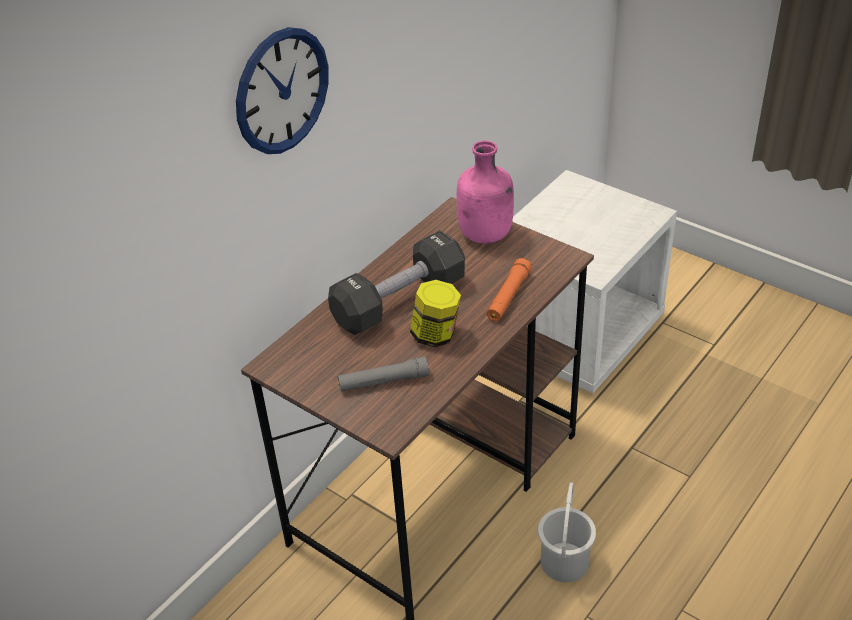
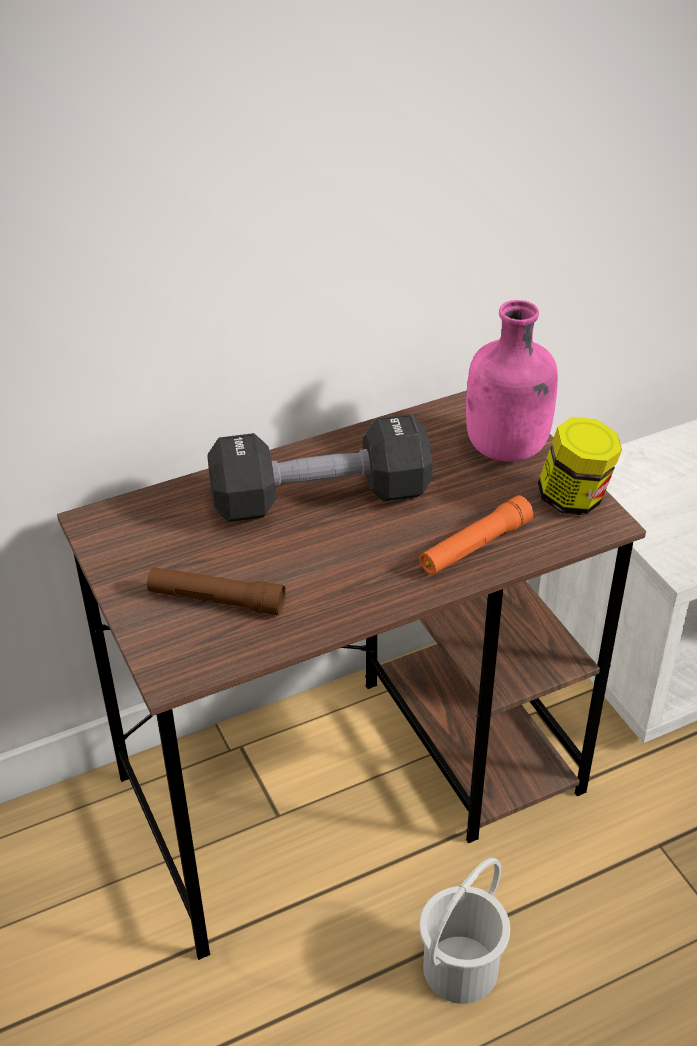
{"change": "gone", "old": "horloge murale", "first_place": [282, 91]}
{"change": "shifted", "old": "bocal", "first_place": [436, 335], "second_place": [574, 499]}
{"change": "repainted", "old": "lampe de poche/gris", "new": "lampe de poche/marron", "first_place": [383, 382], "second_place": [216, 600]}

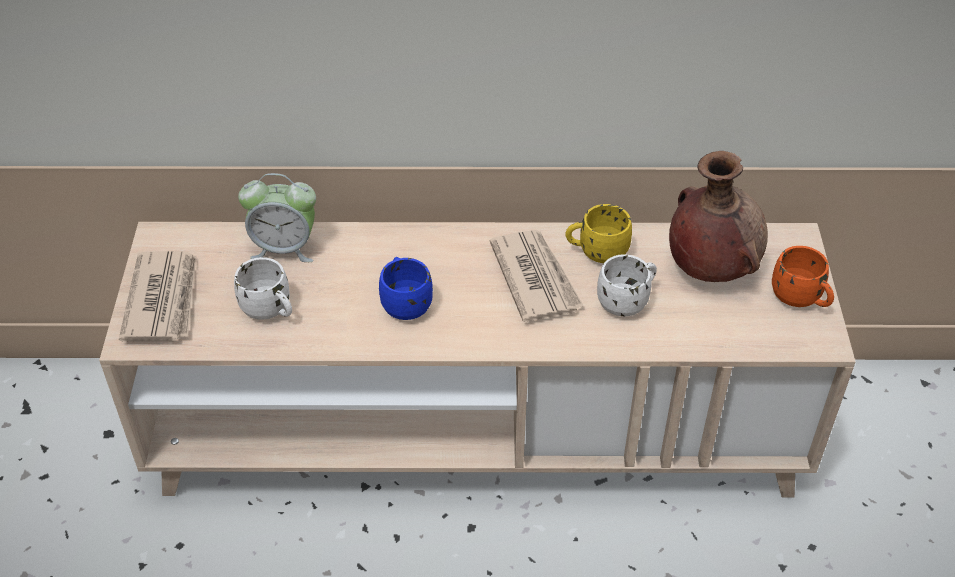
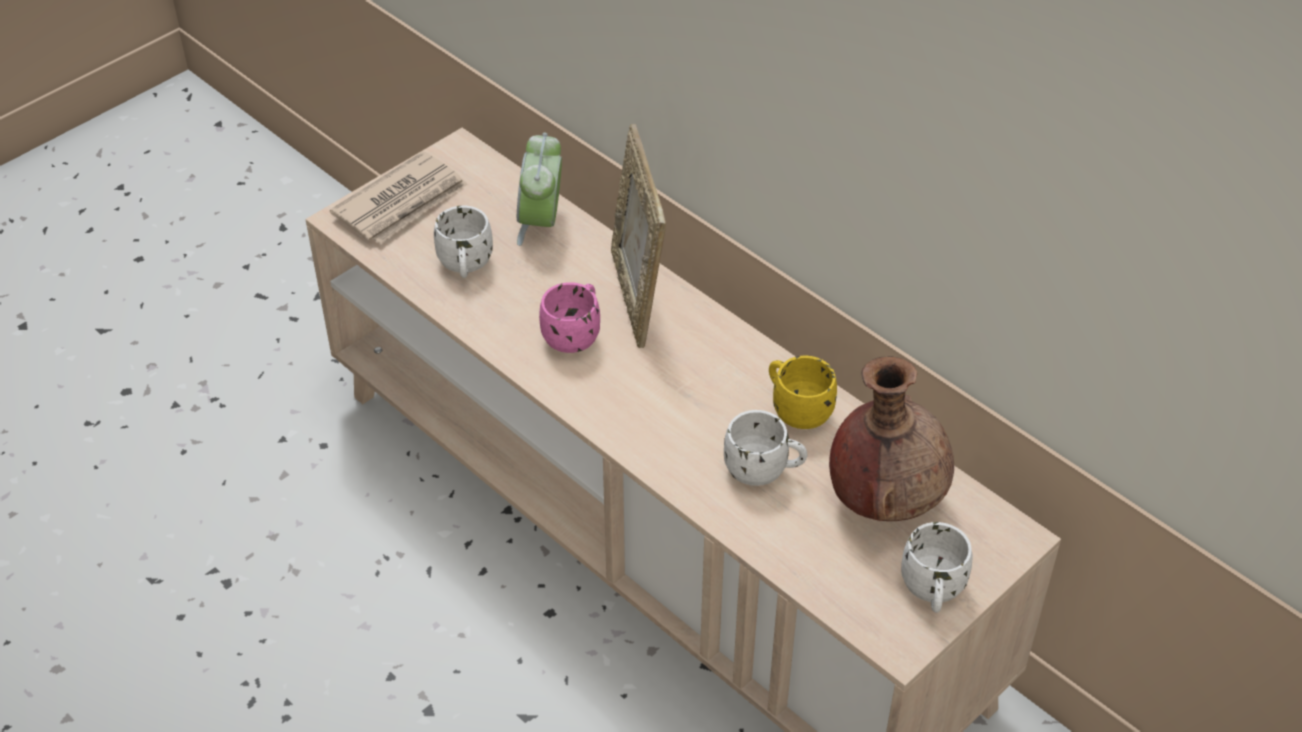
{"change": "rotated", "old": "réveil", "first_place": [284, 247], "second_place": [541, 223], "degrees": 45}
{"change": "gone", "old": "journal", "first_place": [535, 278]}
{"change": "repainted", "old": "mug/orange", "new": "mug/blanc", "first_place": [800, 299], "second_place": [932, 592]}
{"change": "repainted", "old": "mug/bleu", "new": "mug/rose", "first_place": [405, 302], "second_place": [575, 334]}
{"change": "new", "new": "cadre photo", "second_place": [637, 296]}

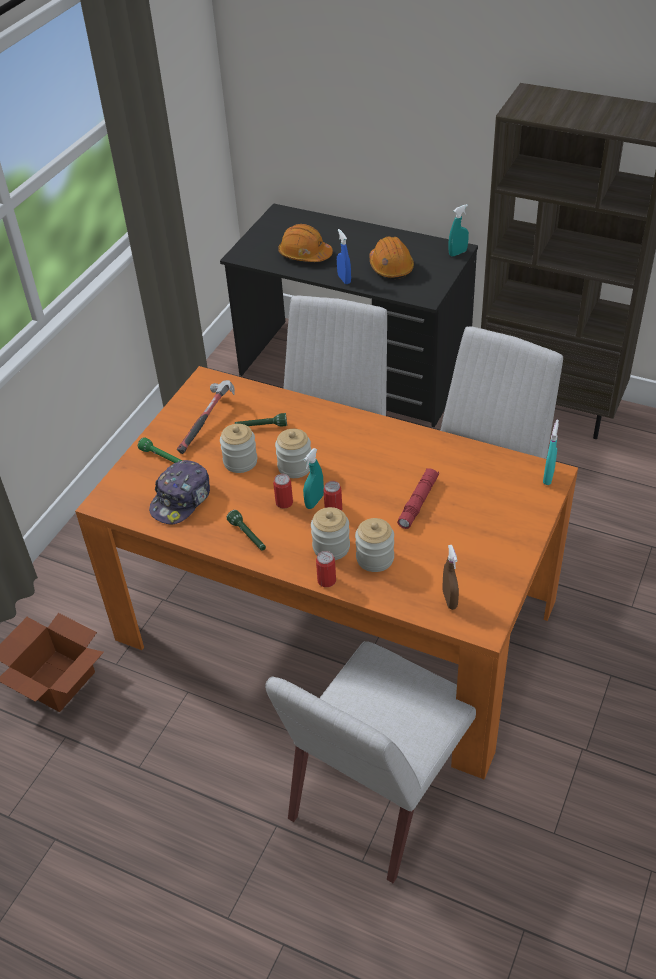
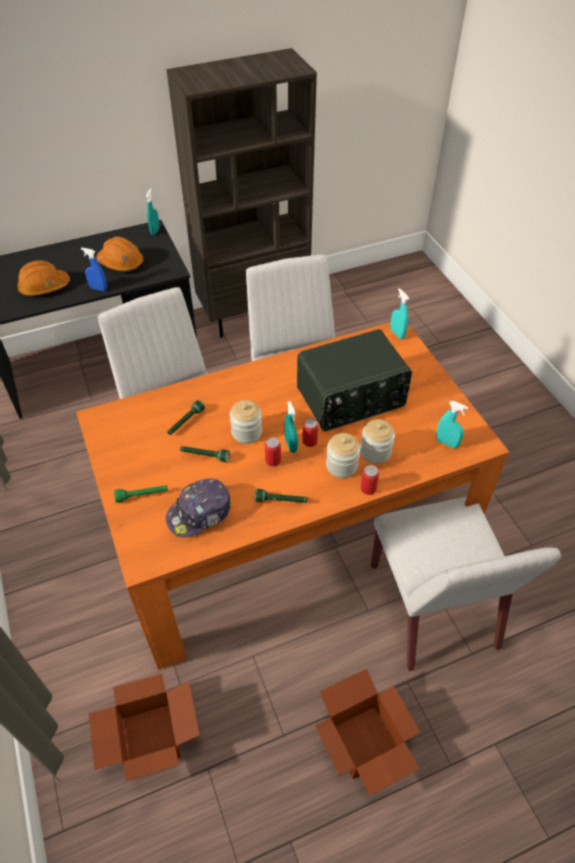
{"change": "gone", "old": "marteau", "first_place": [208, 422]}
{"change": "swapped", "old": "bocal", "new": "lampe de poche/vert", "first_place": [240, 461], "second_place": [204, 456]}
{"change": "rotated", "old": "casquette", "first_place": [182, 500], "second_place": [200, 513], "degrees": 75}
{"change": "swapped", "old": "lampe de poche/rouge", "new": "radio", "first_place": [418, 502], "second_place": [351, 399]}
{"change": "repainted", "old": "vaporisateur/marron", "new": "vaporisateur/turquoise", "first_place": [449, 600], "second_place": [447, 443]}
{"change": "new", "new": "carton", "second_place": [363, 744]}

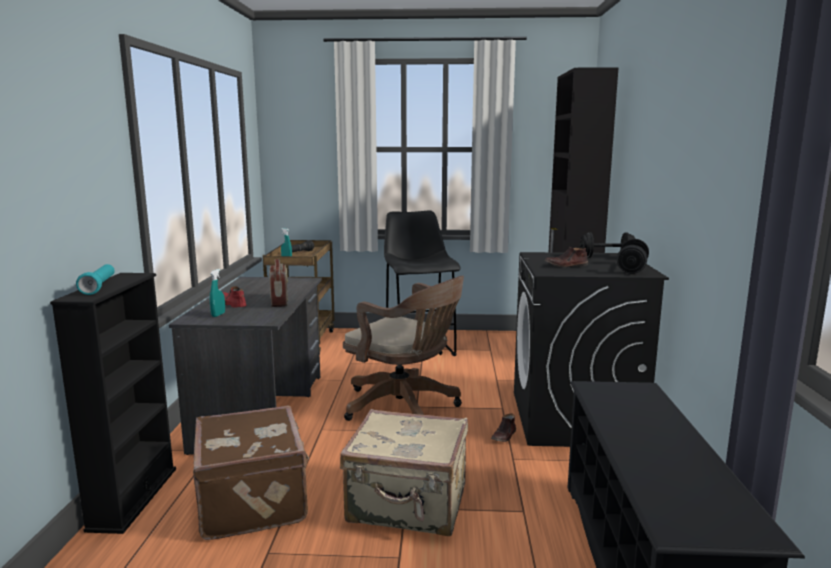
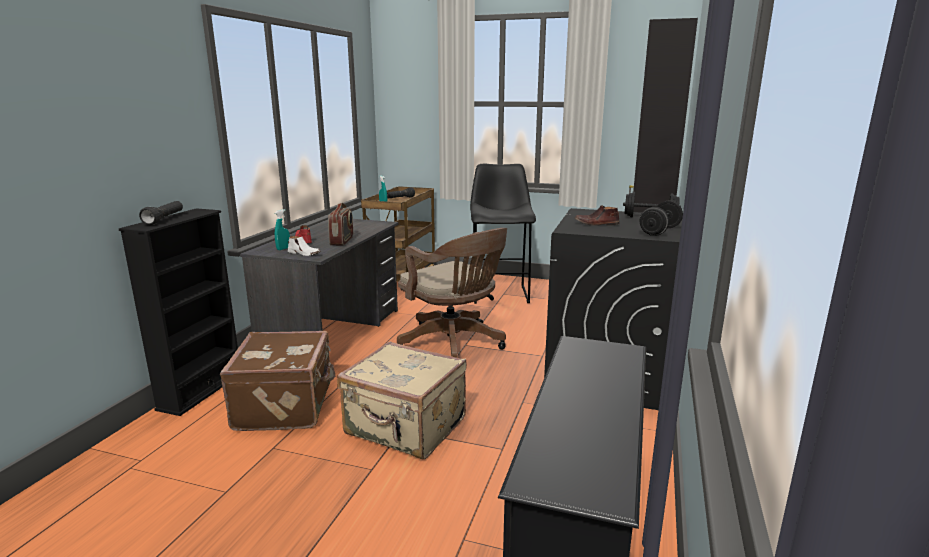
{"change": "repainted", "old": "lampe de poche/turquoise", "new": "lampe de poche/noir", "first_place": [99, 287], "second_place": [164, 219]}
{"change": "gone", "old": "chaussure/marron", "first_place": [504, 436]}
{"change": "new", "new": "chaussure/blanc", "second_place": [304, 254]}

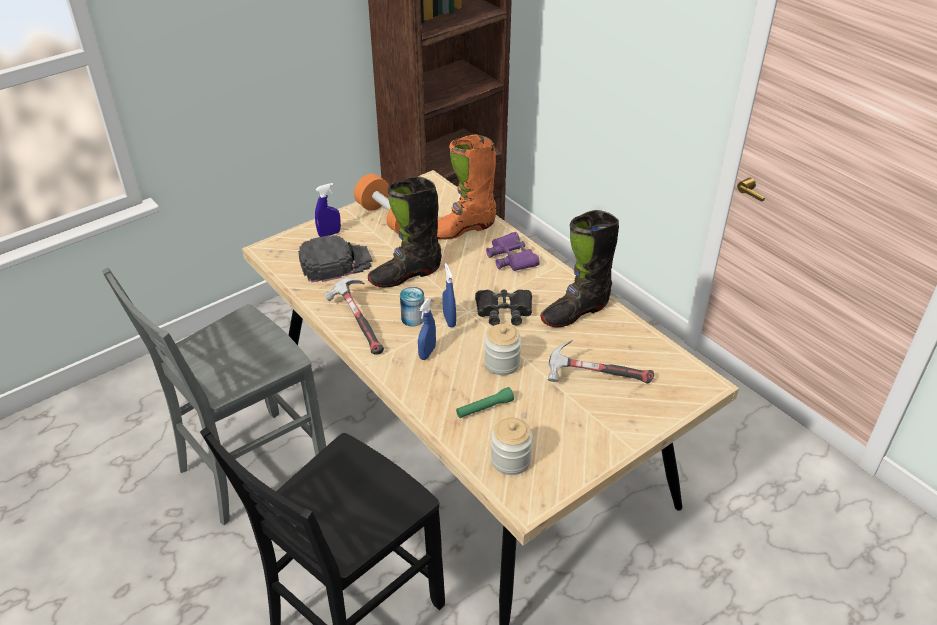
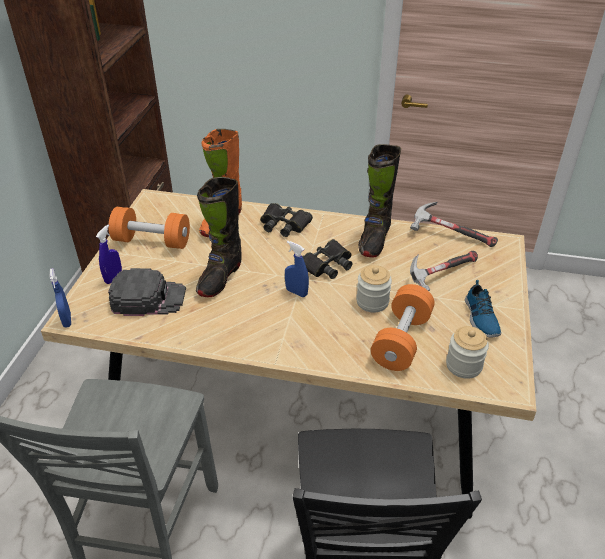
{"change": "repainted", "old": "jumelles/violet", "new": "jumelles/noir", "first_place": [511, 257], "second_place": [284, 224]}
{"change": "rotated", "old": "casquette/noir", "first_place": [335, 263], "second_place": [148, 298], "degrees": 60}
{"change": "shifted", "old": "marteau", "first_place": [358, 323], "second_place": [450, 235]}
{"change": "gone", "old": "boîte métallique", "first_place": [413, 318]}
{"change": "shifted", "old": "vaporisateur/bleu", "first_place": [427, 353], "second_place": [67, 320]}
{"change": "swapped", "old": "lampe de poche/vert", "new": "haltère/orange", "first_place": [484, 408], "second_place": [401, 340]}
{"change": "new", "new": "chaussure", "second_place": [480, 318]}

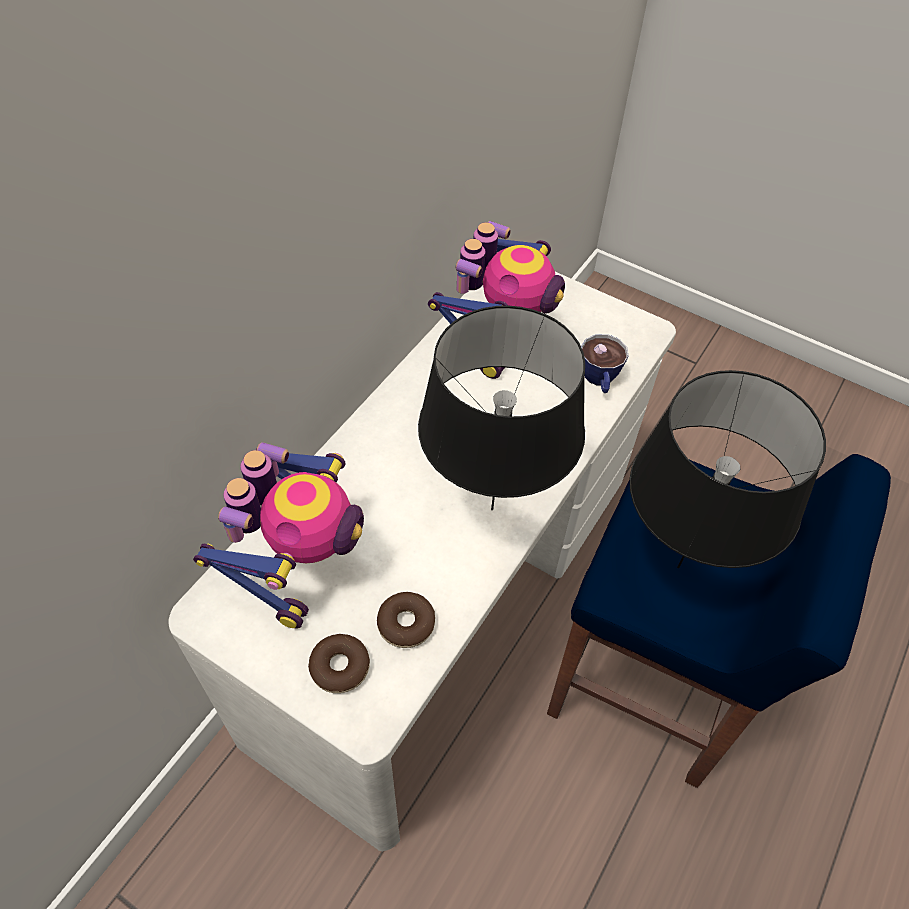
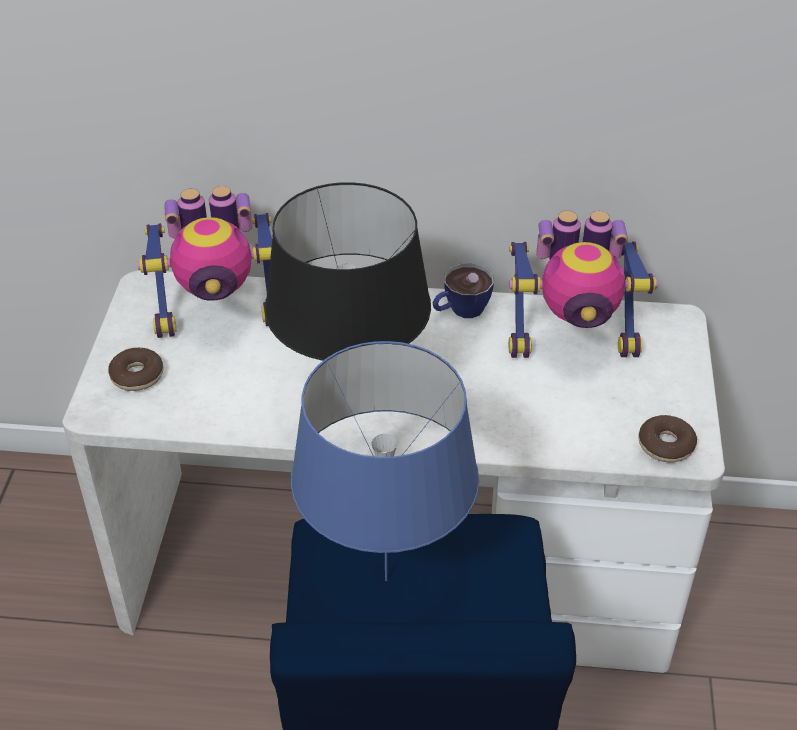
{"change": "shifted", "old": "tasse", "first_place": [599, 380], "second_place": [460, 310]}
{"change": "repainted", "old": "lampe de table/noir", "new": "lampe de table/bleu", "first_place": [677, 567], "second_place": [386, 579]}
{"change": "shifted", "old": "beignet", "first_place": [406, 624], "second_place": [666, 445]}

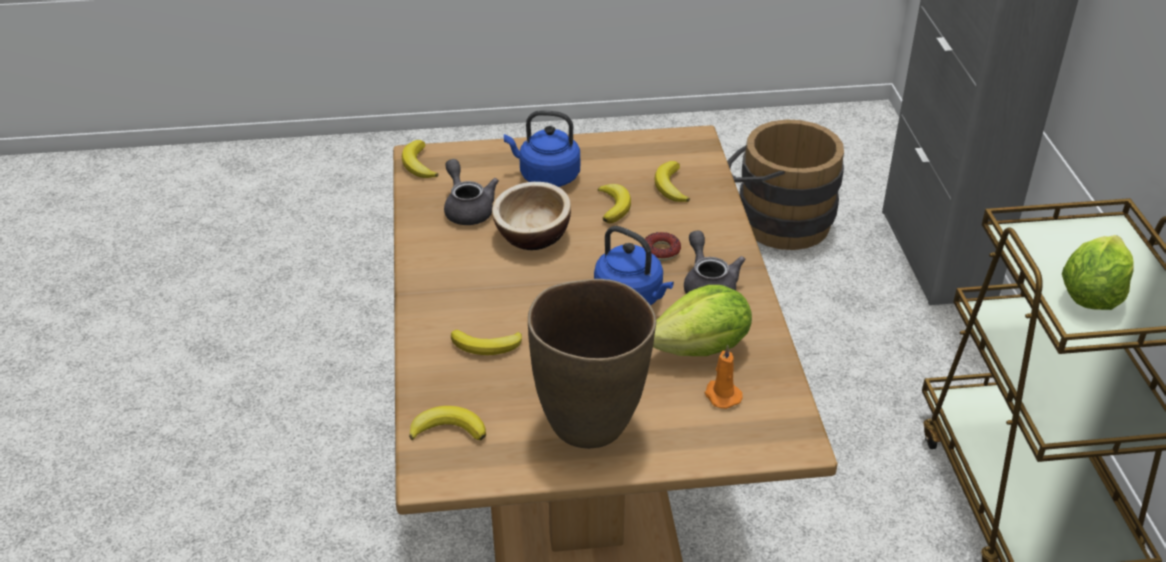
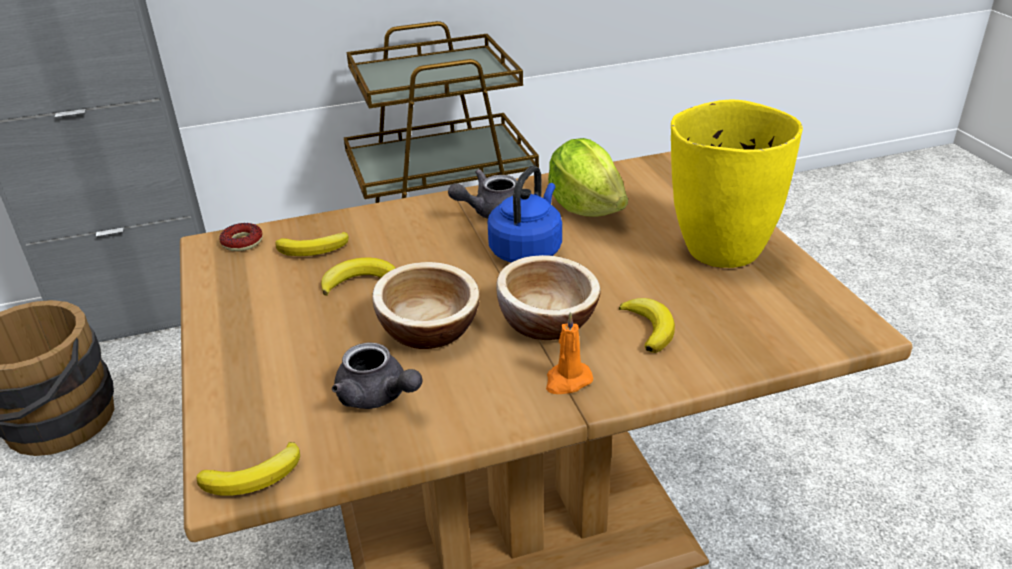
{"change": "gone", "old": "bouilloire/bleu", "first_place": [546, 176]}
{"change": "rotated", "old": "théière/gris", "first_place": [467, 209], "second_place": [377, 396], "degrees": -105}
{"change": "shifted", "old": "beignet", "first_place": [661, 251], "second_place": [242, 242]}
{"change": "gone", "old": "laitue", "first_place": [1091, 295]}
{"change": "repainted", "old": "vase/marron", "new": "vase/jaune", "first_place": [590, 422], "second_place": [719, 250]}
{"change": "shifted", "old": "bougie/orange", "first_place": [721, 395], "second_place": [567, 381]}
{"change": "gone", "old": "banane", "first_place": [448, 429]}
{"change": "new", "new": "bol", "second_place": [547, 321]}

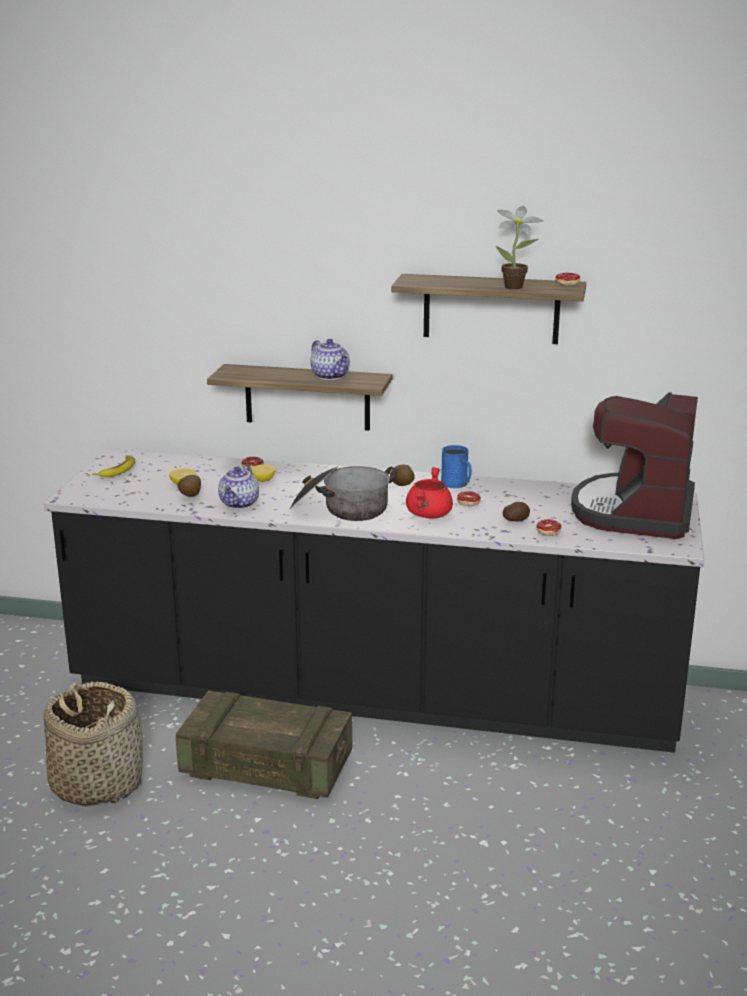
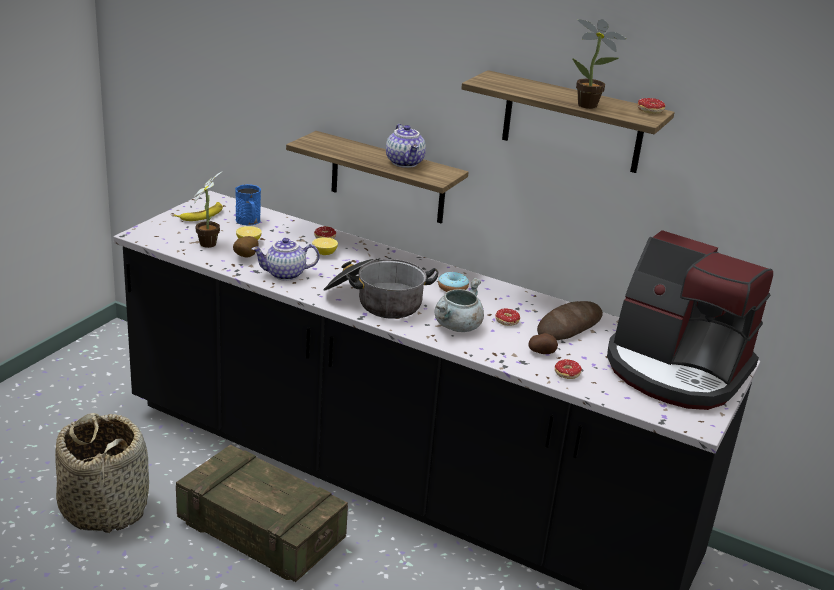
{"change": "rotated", "old": "machine à café", "first_place": [635, 512], "second_place": [676, 370], "degrees": -90}
{"change": "shifted", "old": "mug/bleu", "first_place": [457, 484], "second_place": [249, 222]}
{"change": "swapped", "old": "pomme de terre", "new": "beignet", "first_place": [401, 486], "second_place": [452, 288]}
{"change": "rotated", "old": "théière", "first_place": [240, 504], "second_place": [285, 275], "degrees": 45}
{"change": "repainted", "old": "marmite/rouge", "new": "marmite/gris", "first_place": [429, 515], "second_place": [457, 327]}
{"change": "new", "new": "plante en pot", "second_place": [209, 243]}
{"change": "new", "new": "pain", "second_place": [569, 326]}

